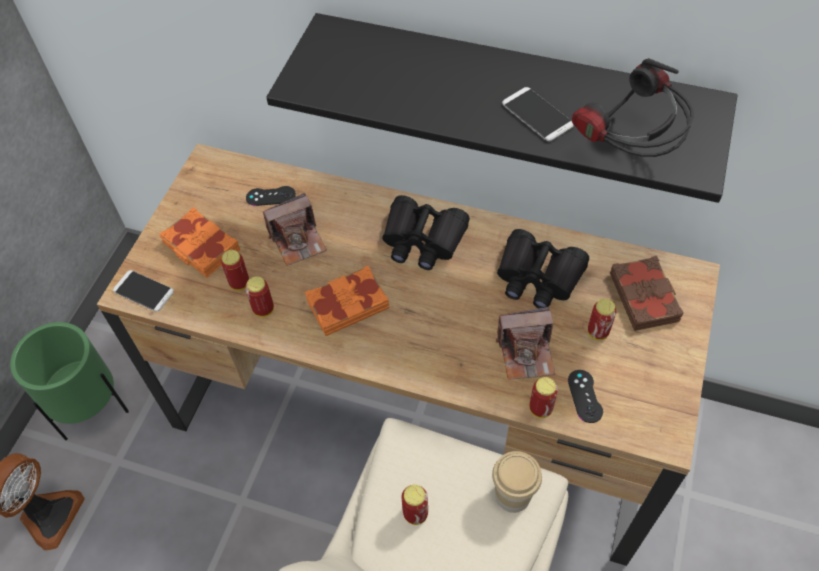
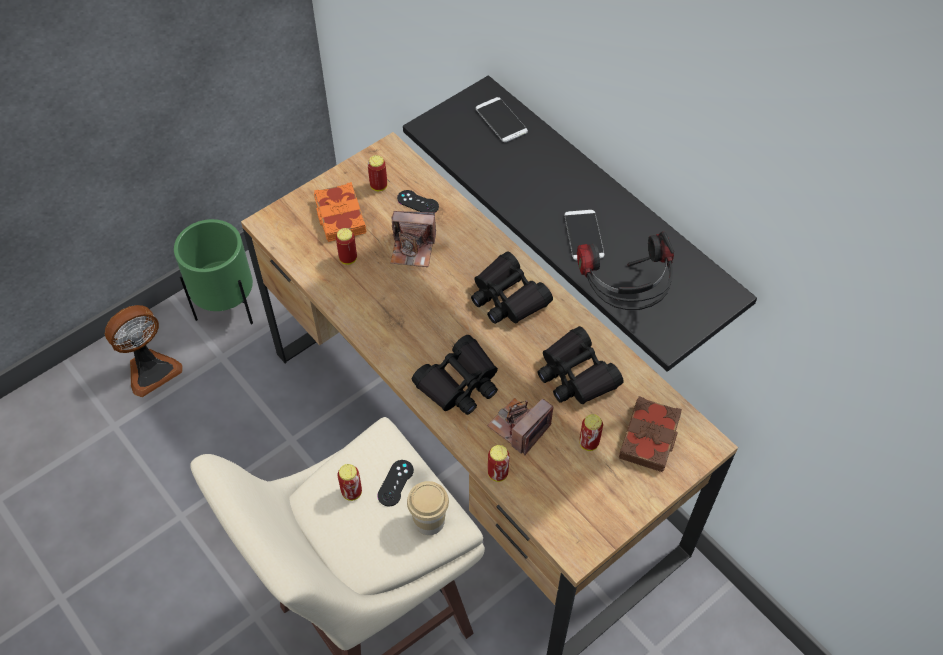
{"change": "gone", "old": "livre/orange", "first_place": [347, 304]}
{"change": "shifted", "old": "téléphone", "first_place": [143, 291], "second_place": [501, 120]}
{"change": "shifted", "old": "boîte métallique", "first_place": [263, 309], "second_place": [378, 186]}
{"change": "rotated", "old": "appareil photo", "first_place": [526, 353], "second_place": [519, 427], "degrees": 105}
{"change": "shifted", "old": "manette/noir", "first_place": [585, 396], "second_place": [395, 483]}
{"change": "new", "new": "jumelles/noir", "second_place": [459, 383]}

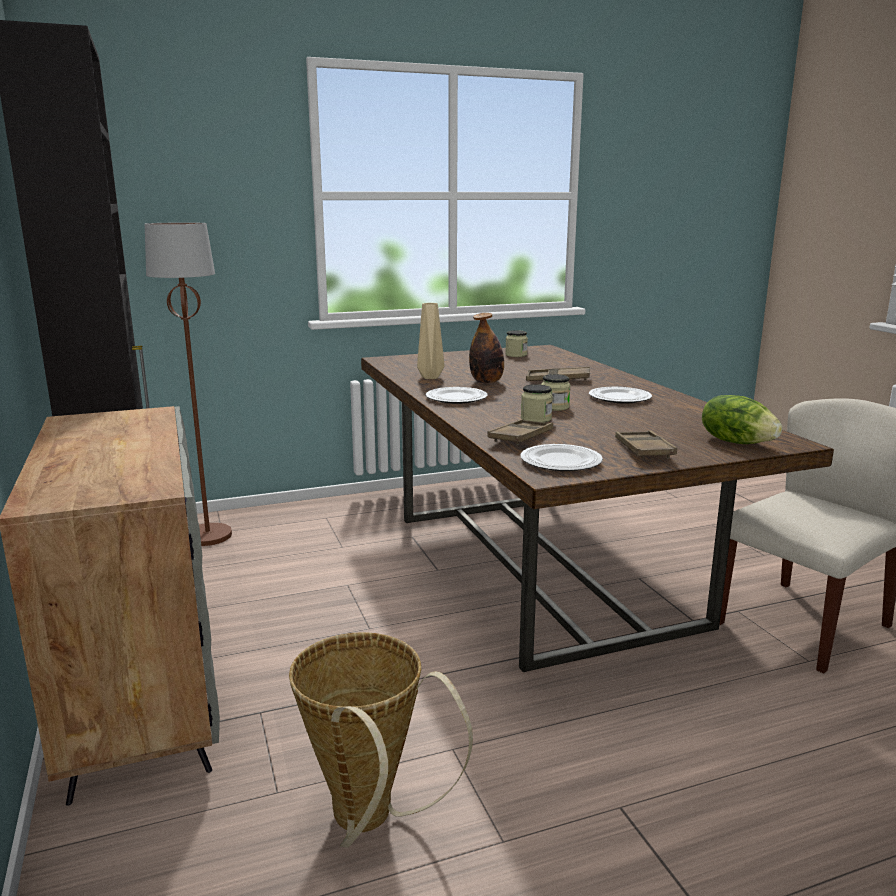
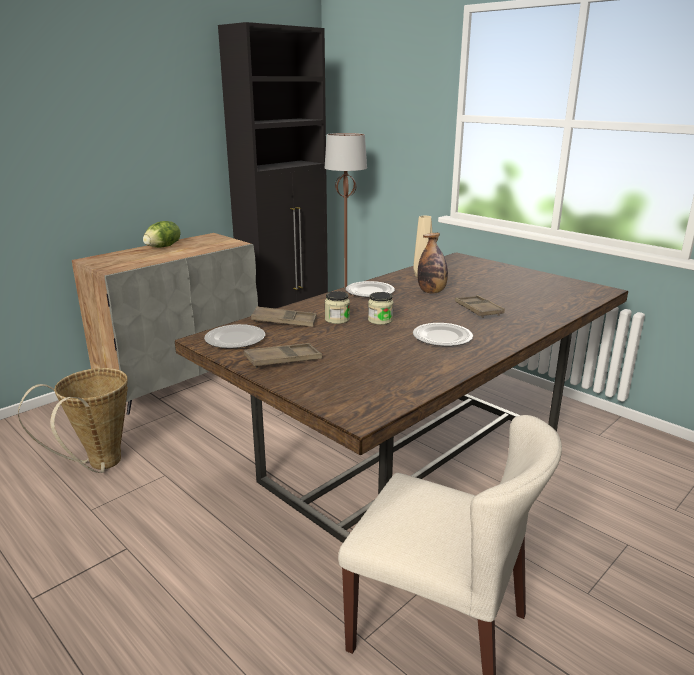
{"change": "gone", "old": "bocal", "first_place": [516, 355]}
{"change": "shifted", "old": "laitue", "first_place": [737, 442], "second_place": [163, 247]}

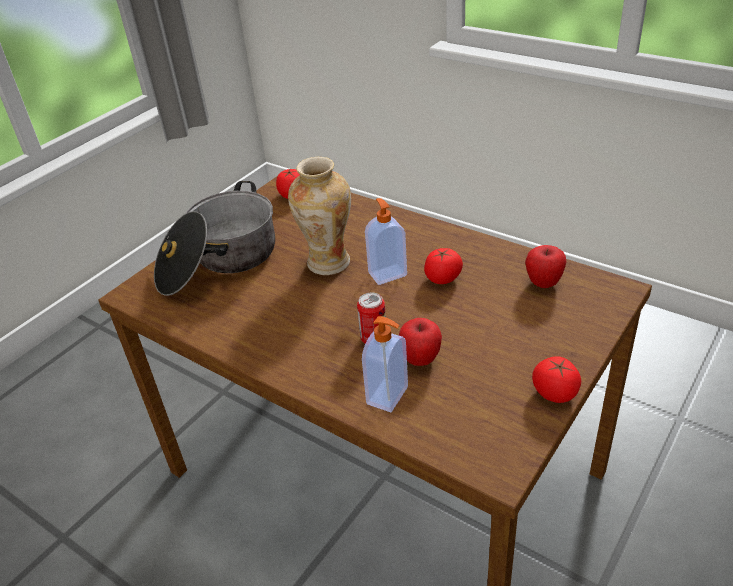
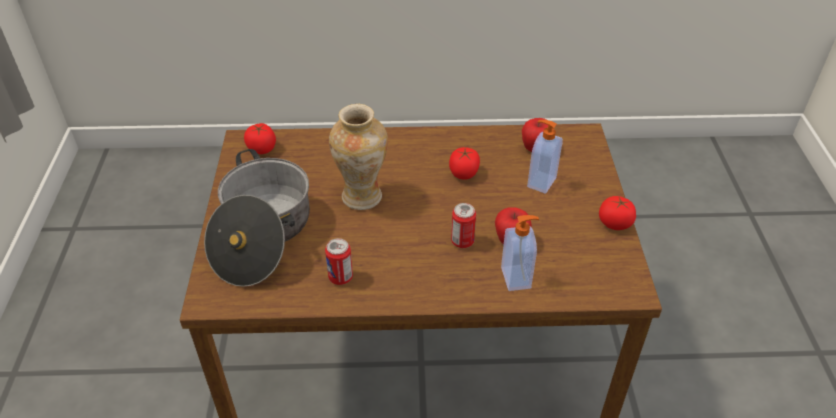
{"change": "shifted", "old": "distributeur de savon", "first_place": [387, 273], "second_place": [540, 182]}
{"change": "new", "new": "boîte métallique", "second_place": [340, 277]}

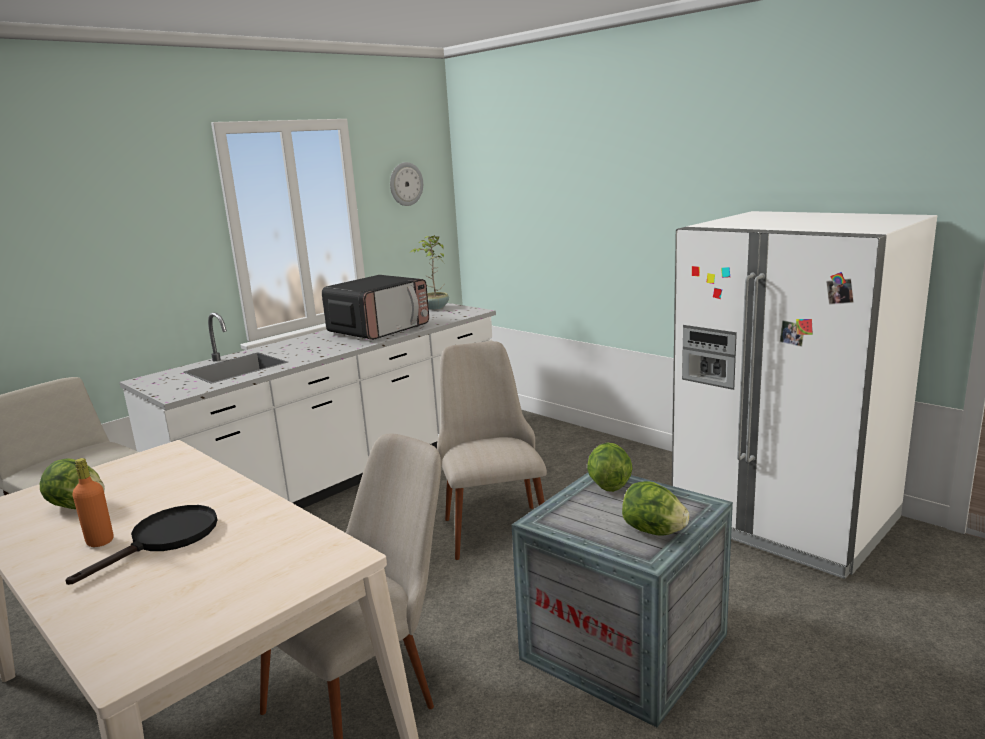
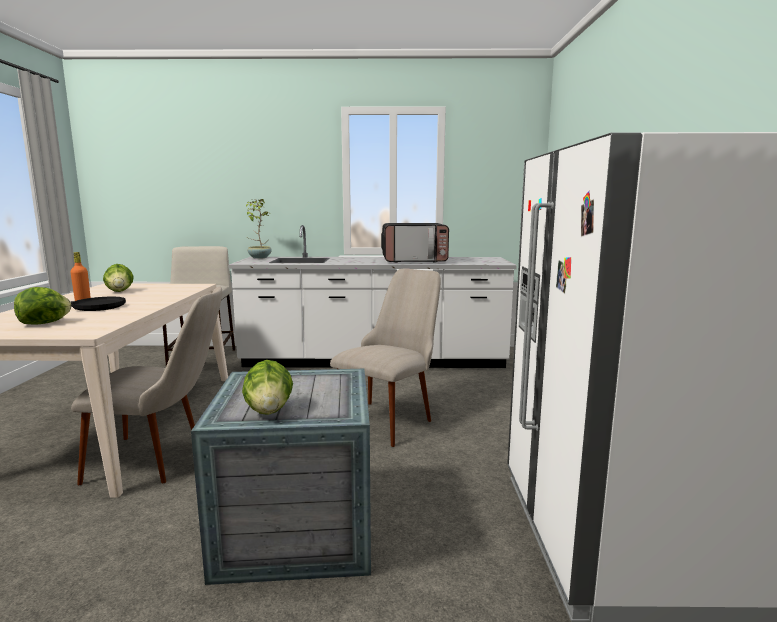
{"change": "gone", "old": "horloge murale", "first_place": [405, 184]}
{"change": "shifted", "old": "plante en pot", "first_place": [434, 308], "second_place": [259, 257]}
{"change": "shifted", "old": "laitue", "first_place": [608, 485], "second_place": [45, 323]}

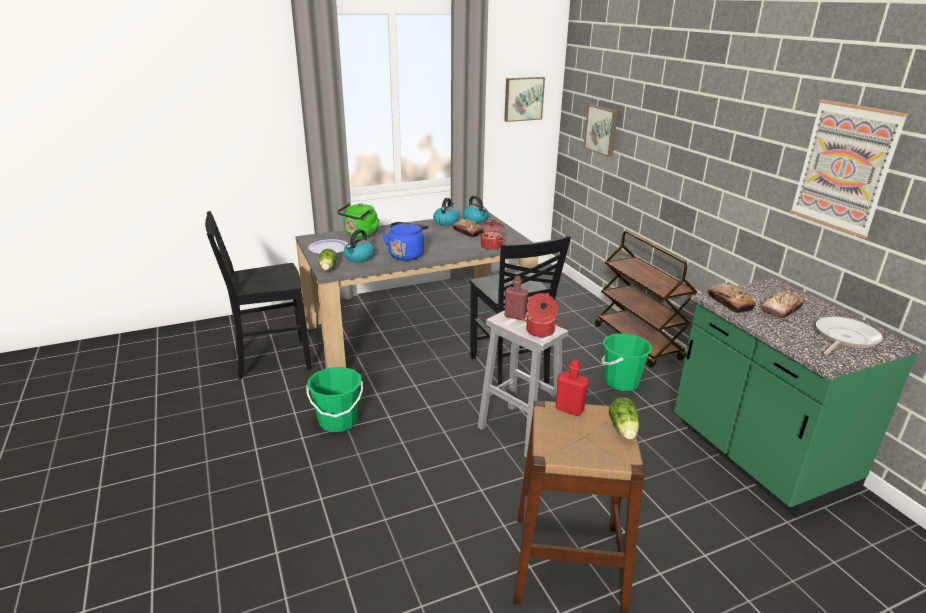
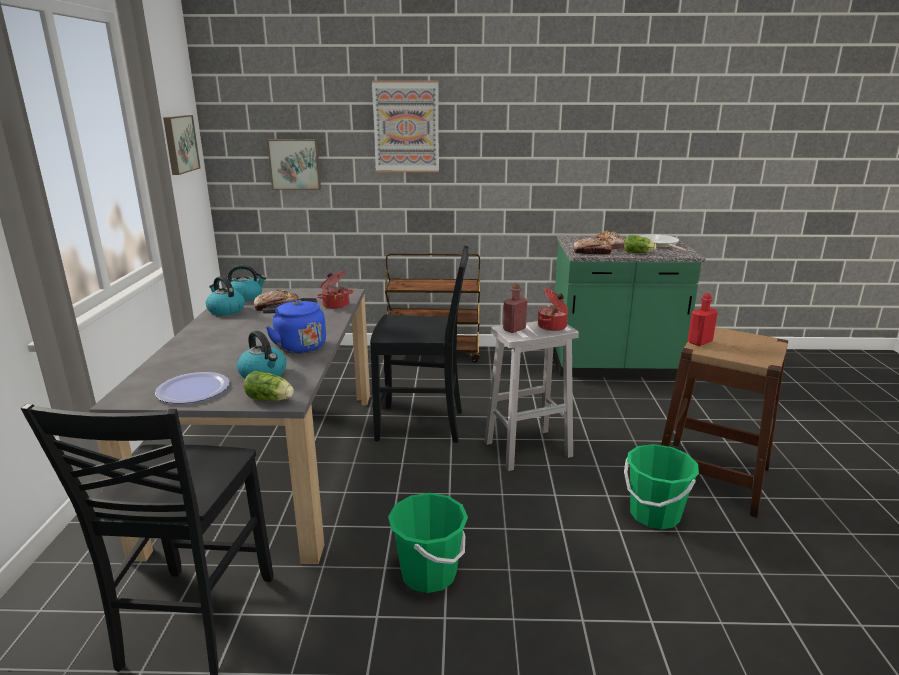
{"change": "shifted", "old": "tableau", "first_place": [845, 167], "second_place": [406, 127]}
{"change": "gone", "old": "bouilloire/vert", "first_place": [360, 235]}
{"change": "shifted", "old": "seau/vert", "first_place": [621, 382], "second_place": [654, 514]}
{"change": "shifted", "old": "laitue", "first_place": [623, 430], "second_place": [639, 253]}

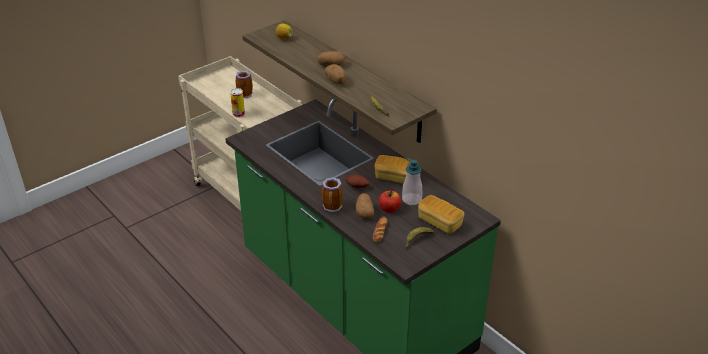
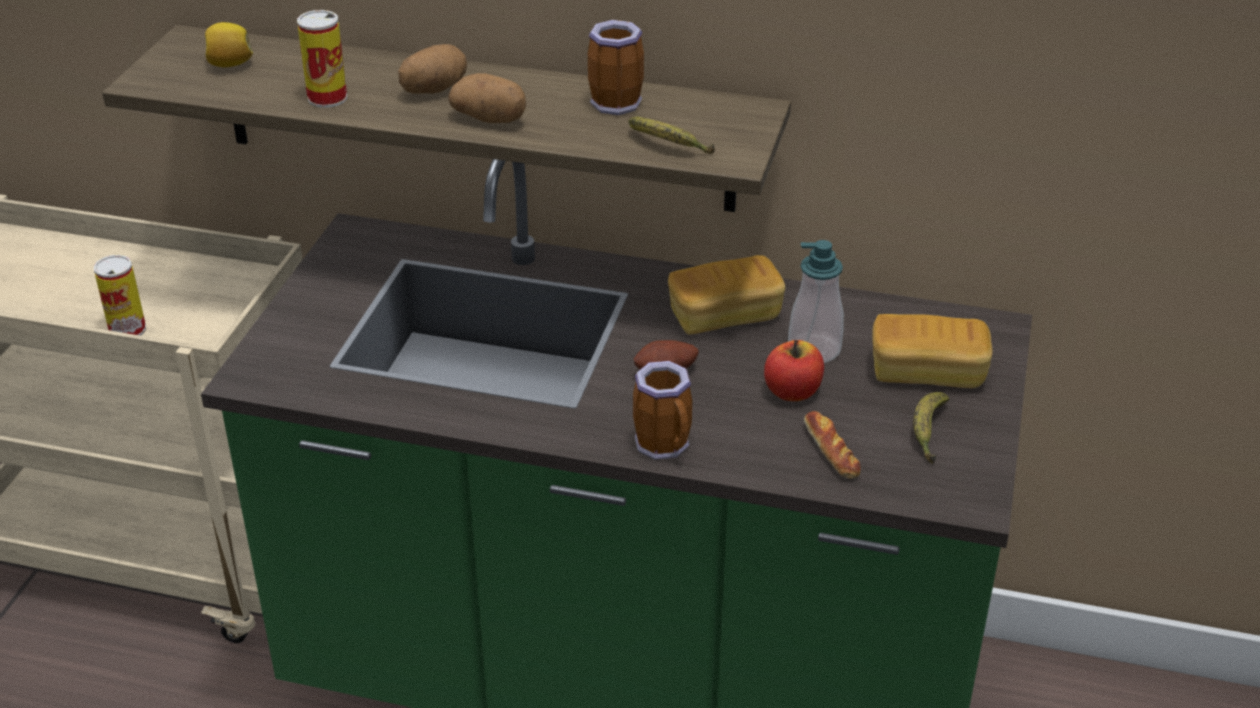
{"change": "shifted", "old": "mug", "first_place": [245, 94], "second_place": [613, 101]}
{"change": "gone", "old": "pomme de terre", "first_place": [364, 213]}
{"change": "new", "new": "boîte métallique", "second_place": [327, 98]}

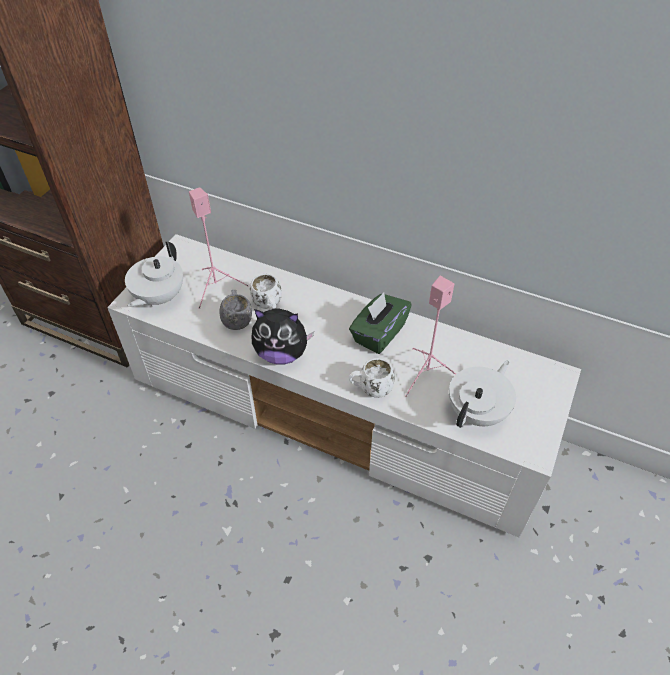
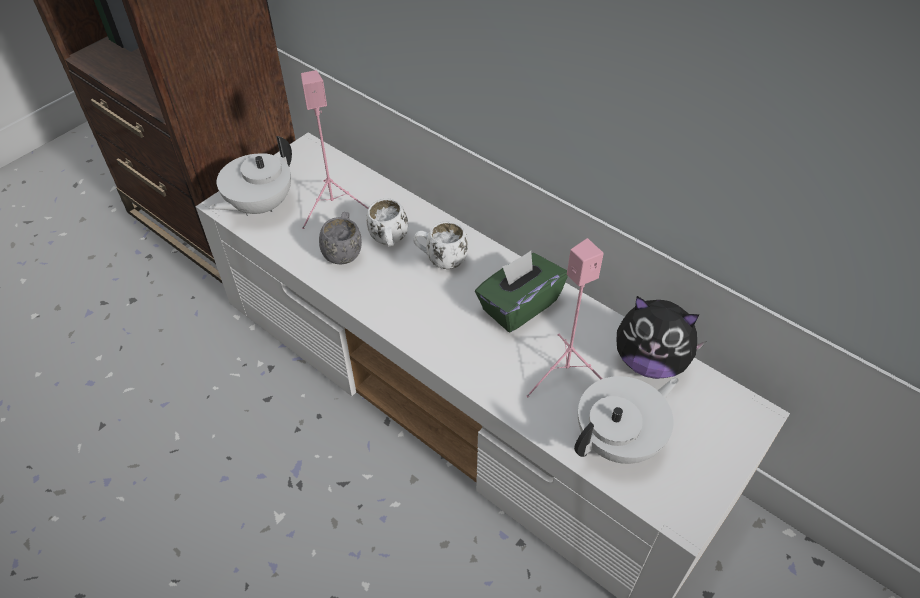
{"change": "shifted", "old": "peluche", "first_place": [281, 353], "second_place": [650, 361]}
{"change": "shifted", "old": "mug/blanc", "first_place": [370, 389], "second_place": [440, 260]}

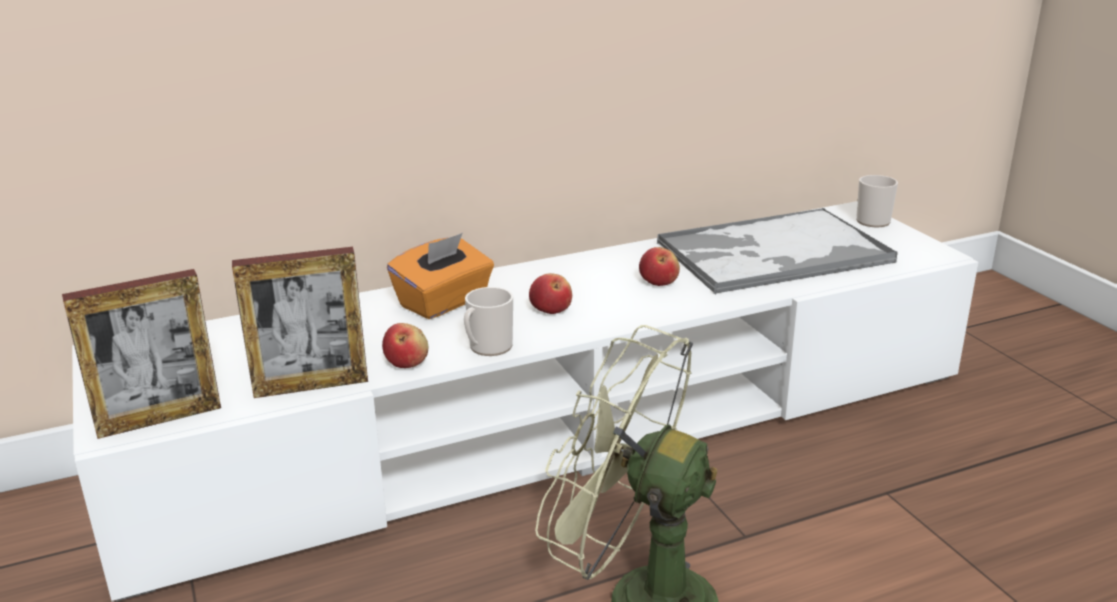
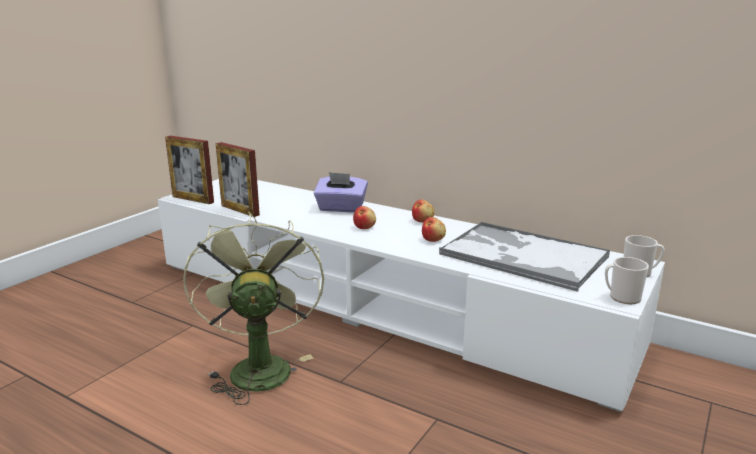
{"change": "repainted", "old": "boîte à mouchoirs/orange", "new": "boîte à mouchoirs/violet", "first_place": [444, 302], "second_place": [341, 208]}
{"change": "shifted", "old": "mug", "first_place": [487, 348], "second_place": [621, 297]}
{"change": "shifted", "old": "pomme", "first_place": [407, 362], "second_place": [422, 220]}

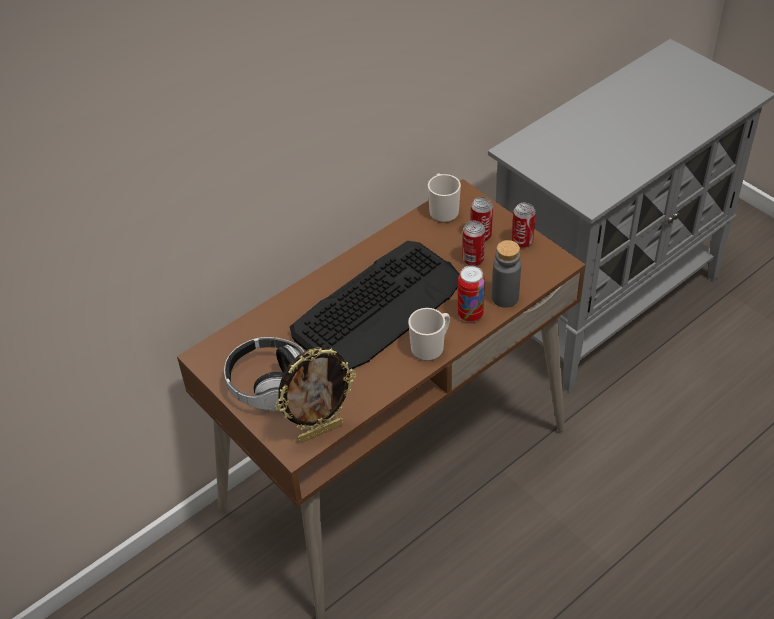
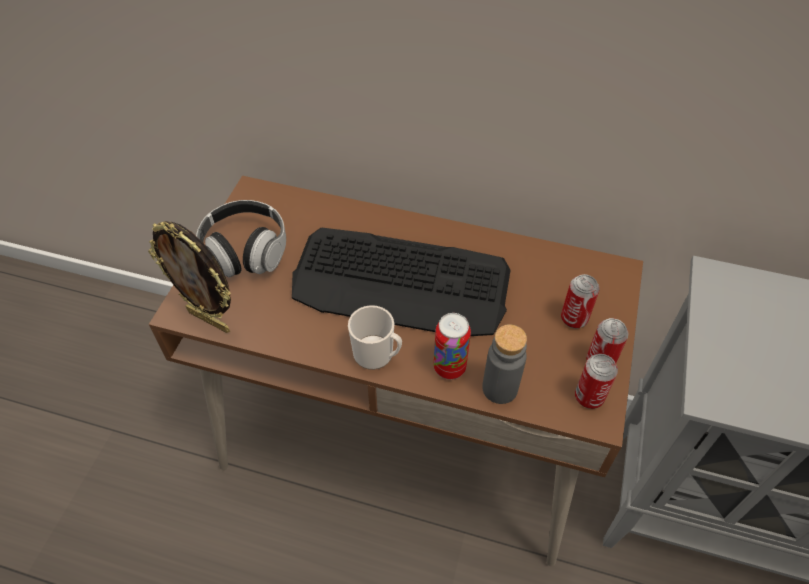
{"change": "gone", "old": "mug", "first_place": [443, 210]}
{"change": "shifted", "old": "boîte métallique", "first_place": [473, 259], "second_place": [589, 397]}

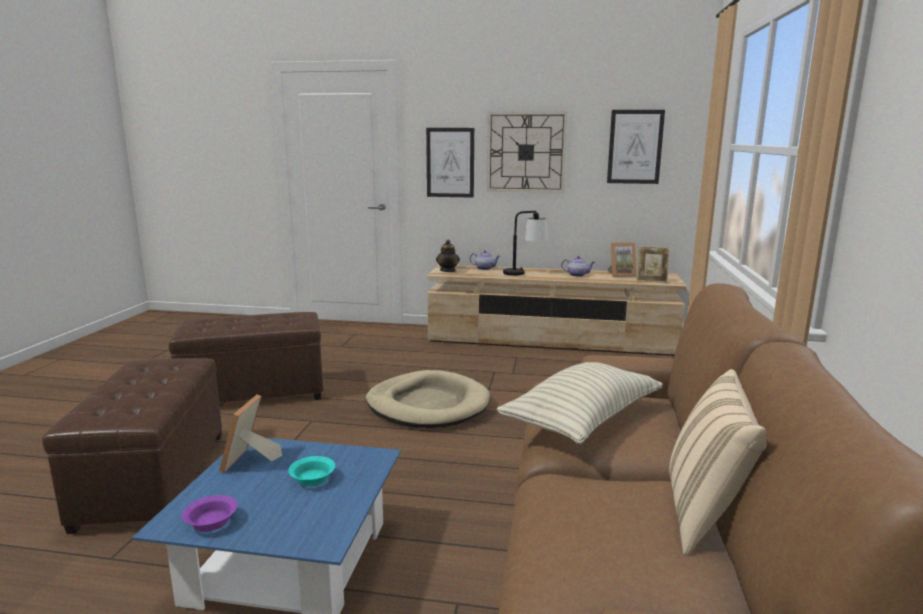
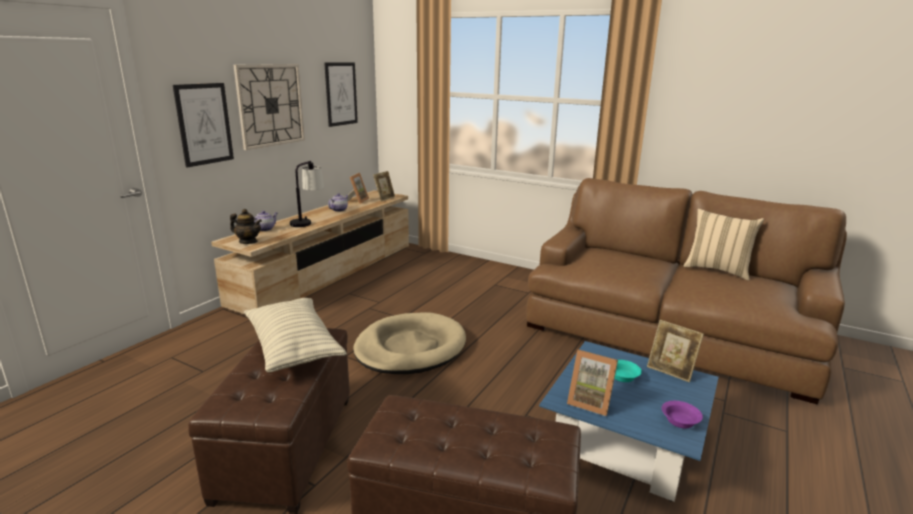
{"change": "shifted", "old": "coussin", "first_place": [582, 420], "second_place": [293, 348]}
{"change": "new", "new": "cadre photo", "second_place": [670, 371]}

